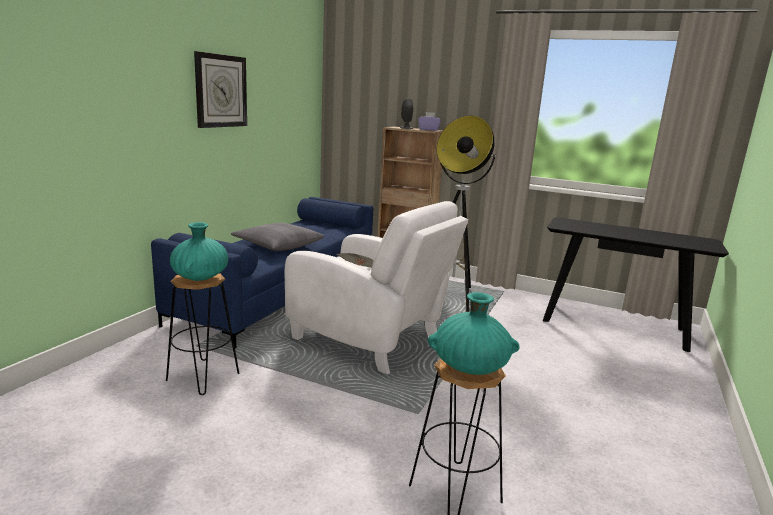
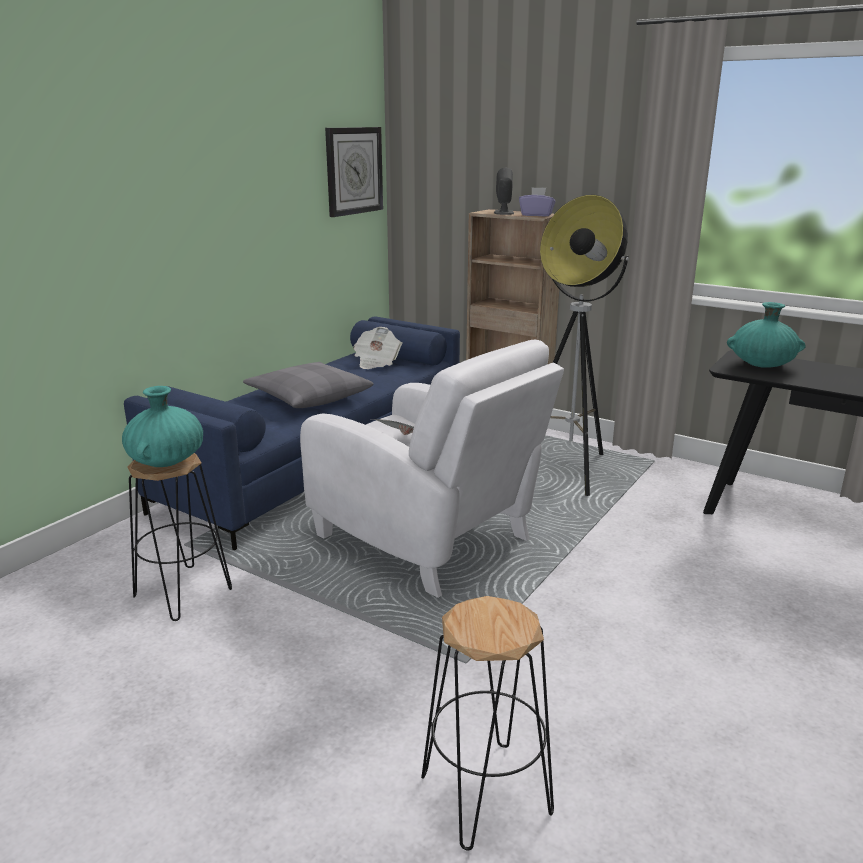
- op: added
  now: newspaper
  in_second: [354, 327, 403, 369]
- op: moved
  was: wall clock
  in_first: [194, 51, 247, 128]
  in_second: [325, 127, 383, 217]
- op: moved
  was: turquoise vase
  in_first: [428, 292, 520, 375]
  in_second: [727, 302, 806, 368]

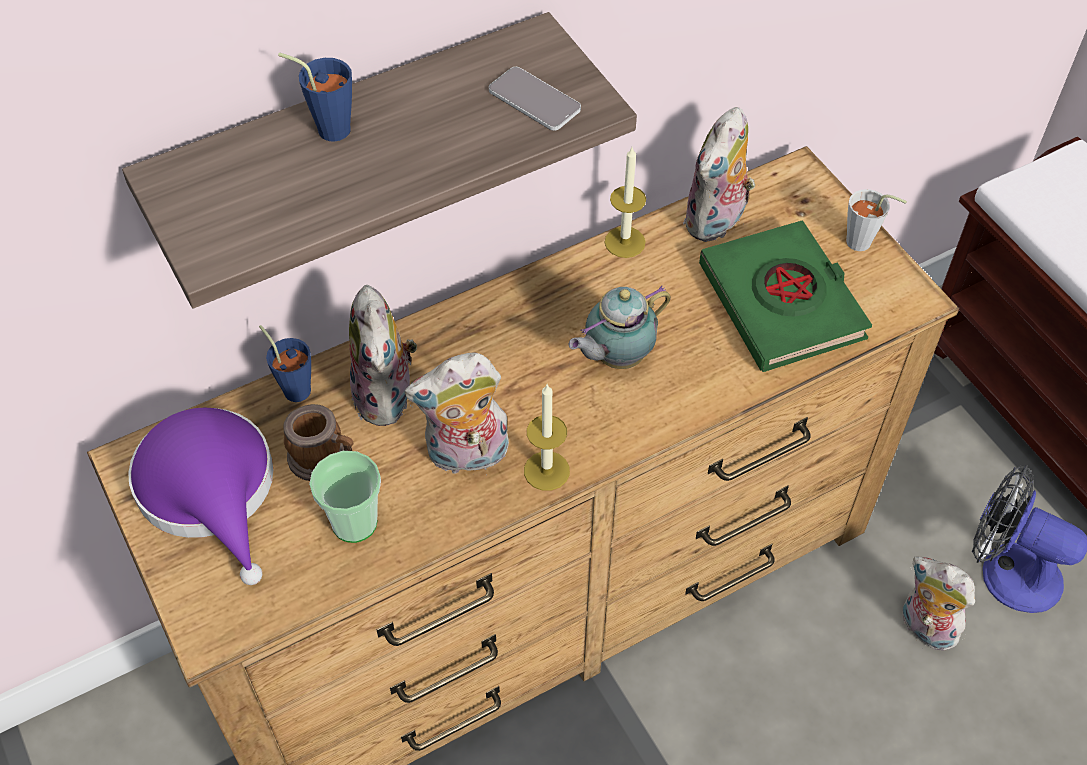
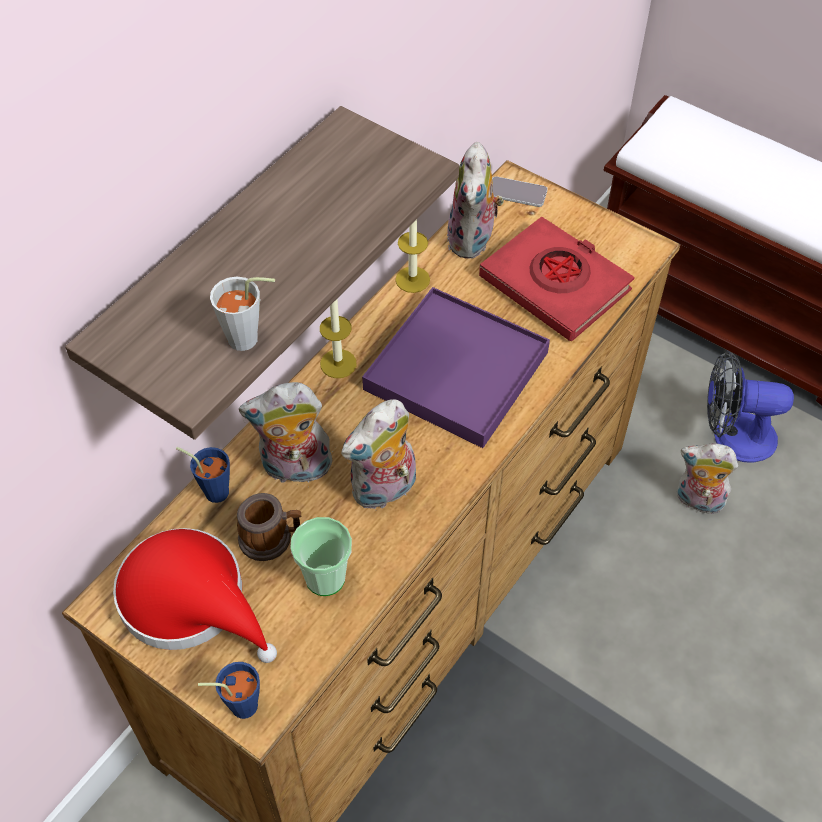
- op: moved
  was: blue cup
  in_first: [278, 53, 352, 141]
  in_second: [198, 662, 260, 719]
- op: moved
  was: phone
  in_first: [489, 67, 581, 131]
  in_second: [492, 176, 548, 207]
- op: moved
  was: candle
  in_first: [524, 385, 570, 491]
  in_second: [320, 299, 356, 378]
- op: moved
  was: grey cup
  in_first: [846, 189, 907, 251]
  in_second: [210, 277, 275, 351]
- op: replaced
  was: teapot
  now: purple tray
  in_first: [569, 286, 671, 369]
  in_second: [362, 287, 550, 448]
- op: recoloured
  was: purple hat
  now: red hat
  in_first: [128, 408, 273, 585]
  in_second: [113, 528, 277, 663]
- op: recoloured
  was: green book
  now: red book
  in_first: [699, 220, 872, 372]
  in_second: [479, 217, 635, 342]
- op: turned
  was: plush toy
  in_first: [349, 285, 417, 426]
  in_second: [239, 382, 332, 483]
  clockwise: 120

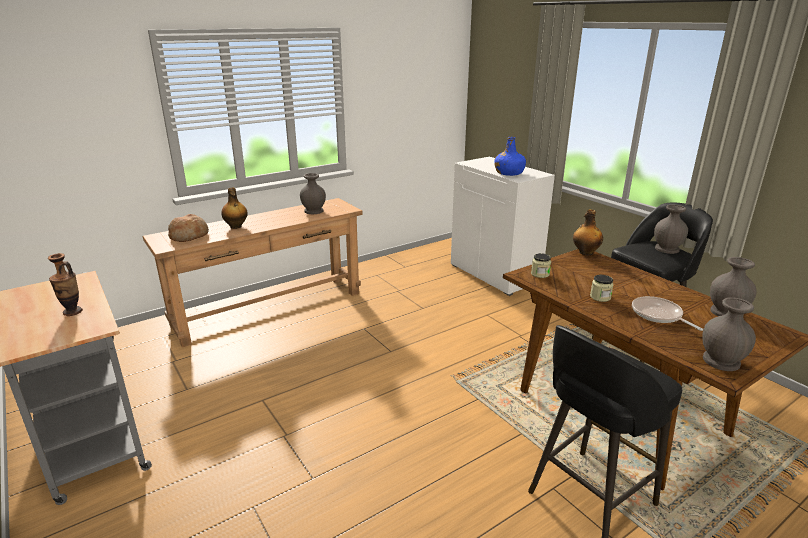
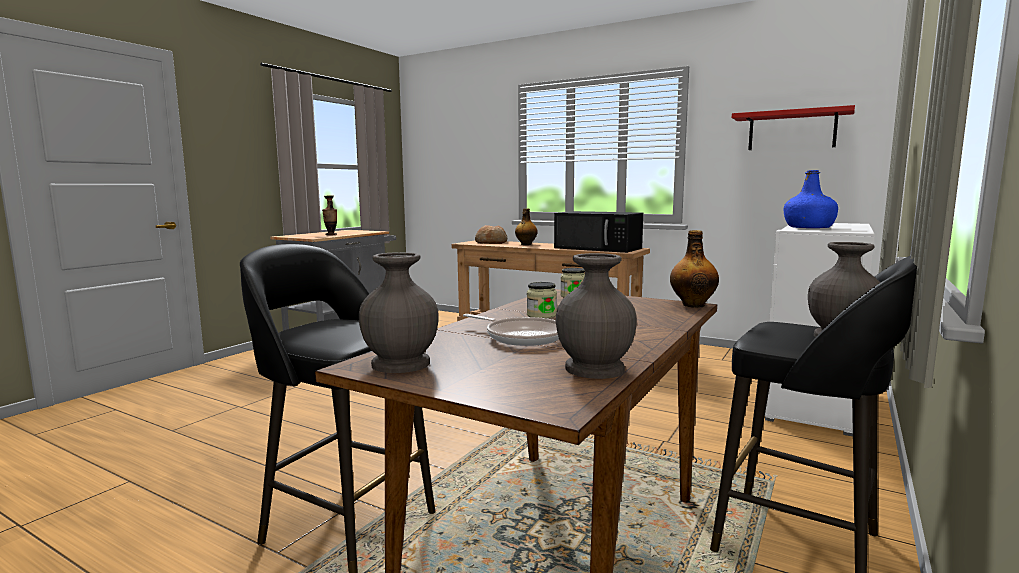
- op: added
  now: red shelf
  in_second: [732, 105, 855, 150]
- op: replaced
  was: grey vase
  now: black microwave
  in_first: [300, 173, 326, 214]
  in_second: [554, 211, 643, 253]
- op: turned
  was: frying pan
  in_first: [632, 296, 703, 331]
  in_second: [463, 314, 559, 346]
  clockwise: 90

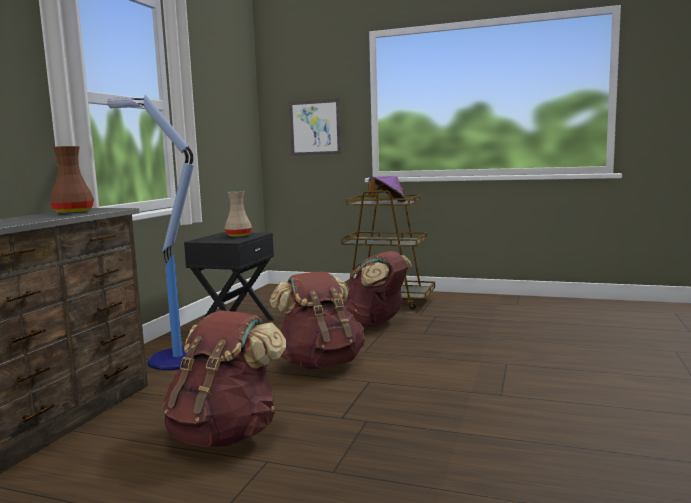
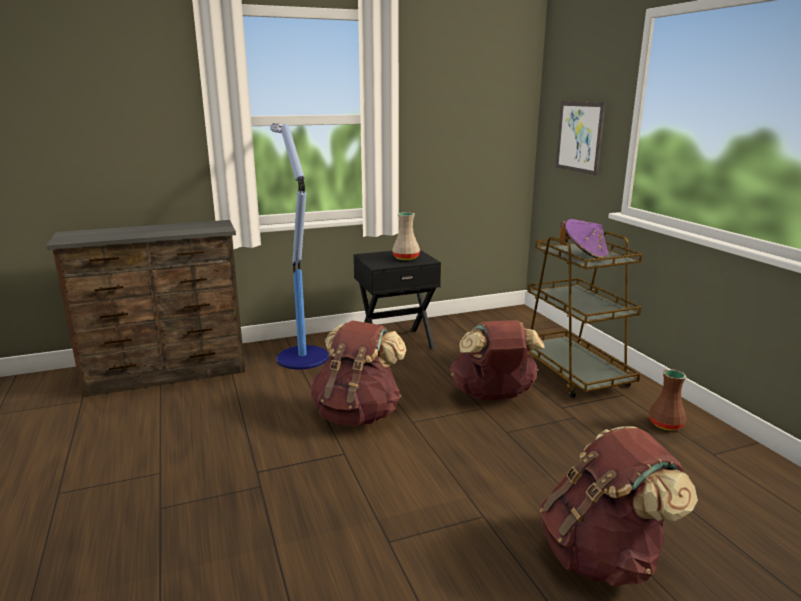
- op: moved
  was: brown vase
  in_first: [50, 146, 94, 213]
  in_second: [649, 369, 687, 431]
- op: moved
  was: brown backpack
  in_first: [162, 310, 286, 447]
  in_second: [540, 426, 698, 587]

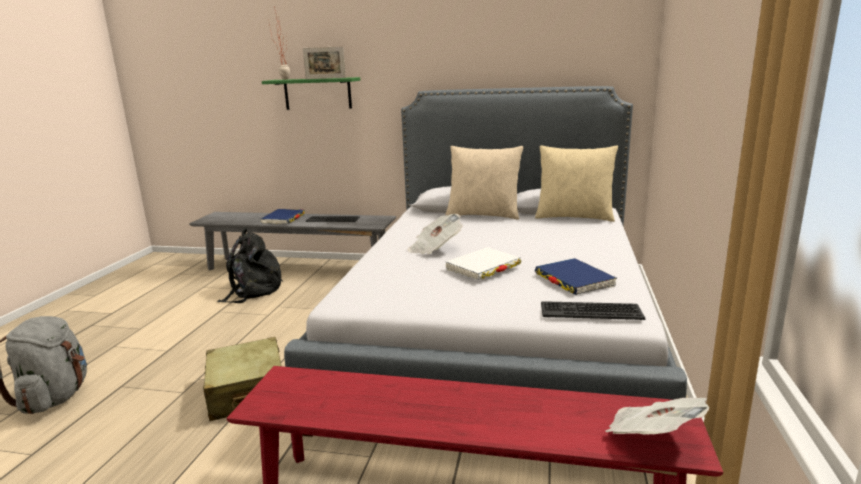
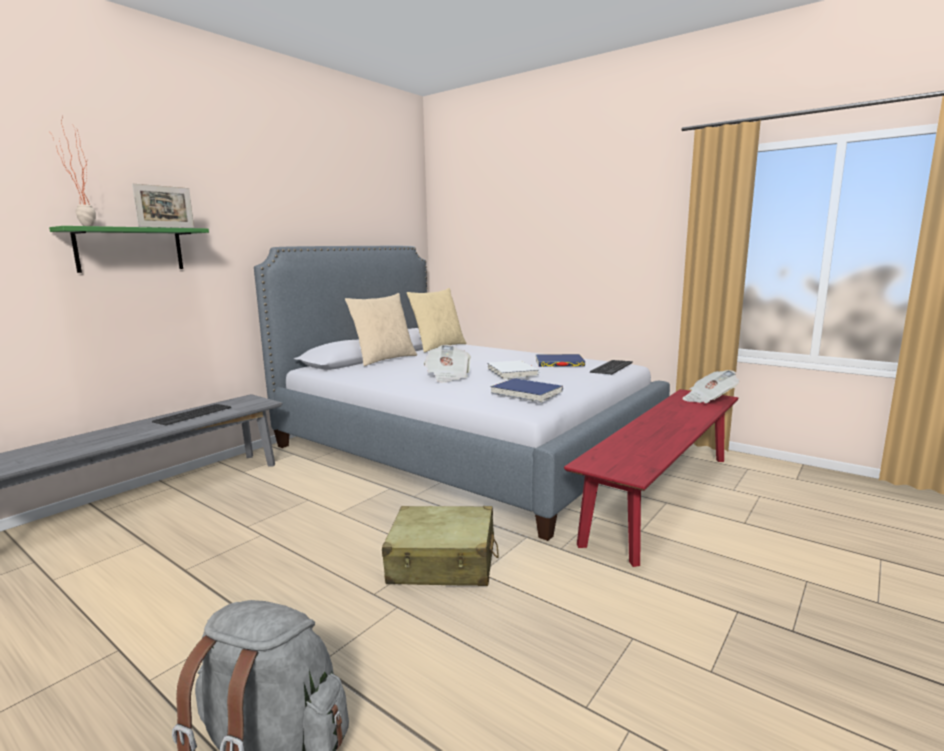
- op: removed
  was: black backpack
  in_first: [217, 227, 283, 303]
- op: moved
  was: blue book
  in_first: [261, 209, 305, 224]
  in_second: [490, 378, 563, 403]

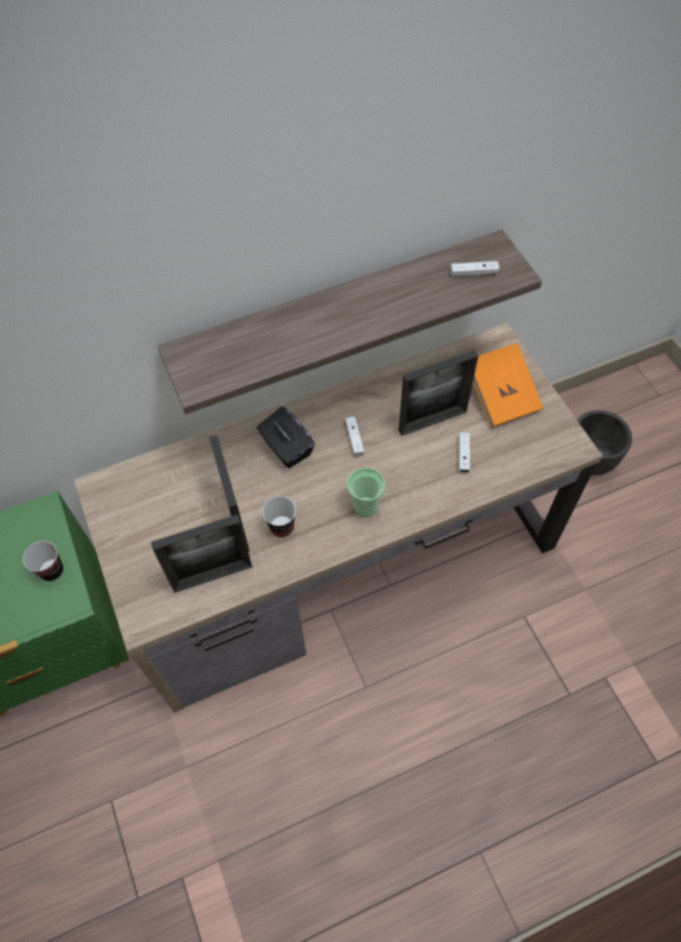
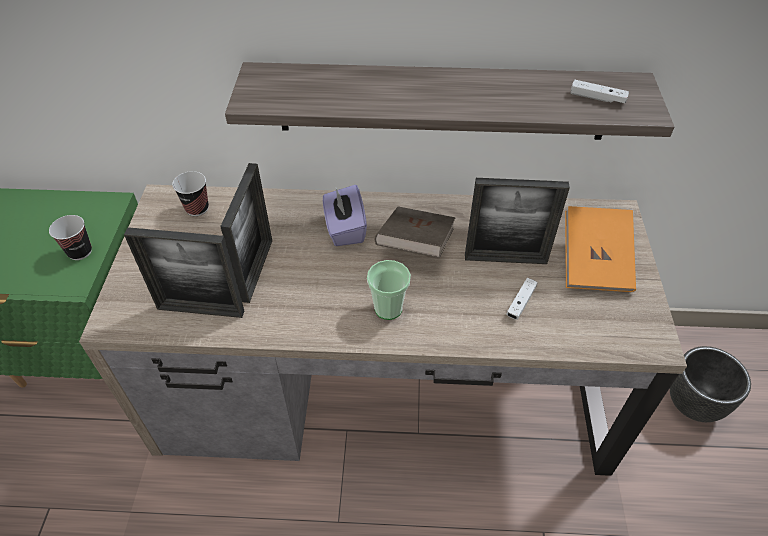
- op: moved
  was: cup
  in_first: [262, 496, 296, 537]
  in_second: [172, 171, 209, 216]
- op: replaced
  was: white game controller
  now: brown book
  in_first: [345, 417, 364, 457]
  in_second: [375, 206, 455, 258]
- op: recoloured
  was: black tissue box
  now: purple tissue box
  in_first: [257, 406, 315, 468]
  in_second: [323, 185, 367, 246]

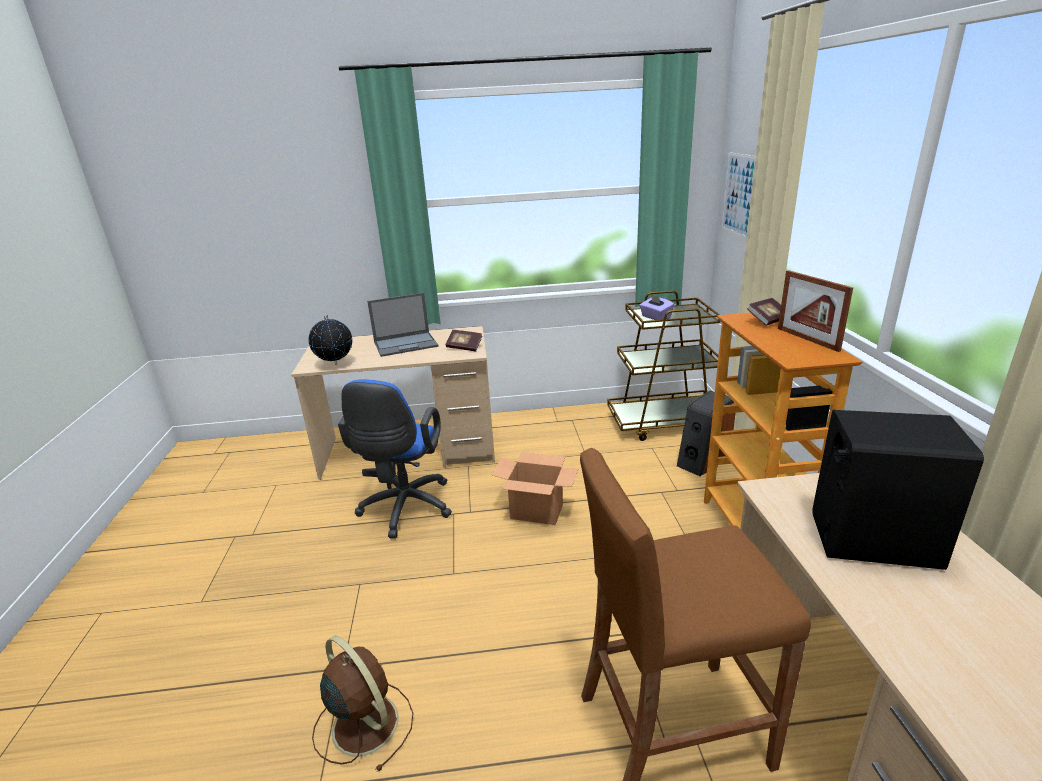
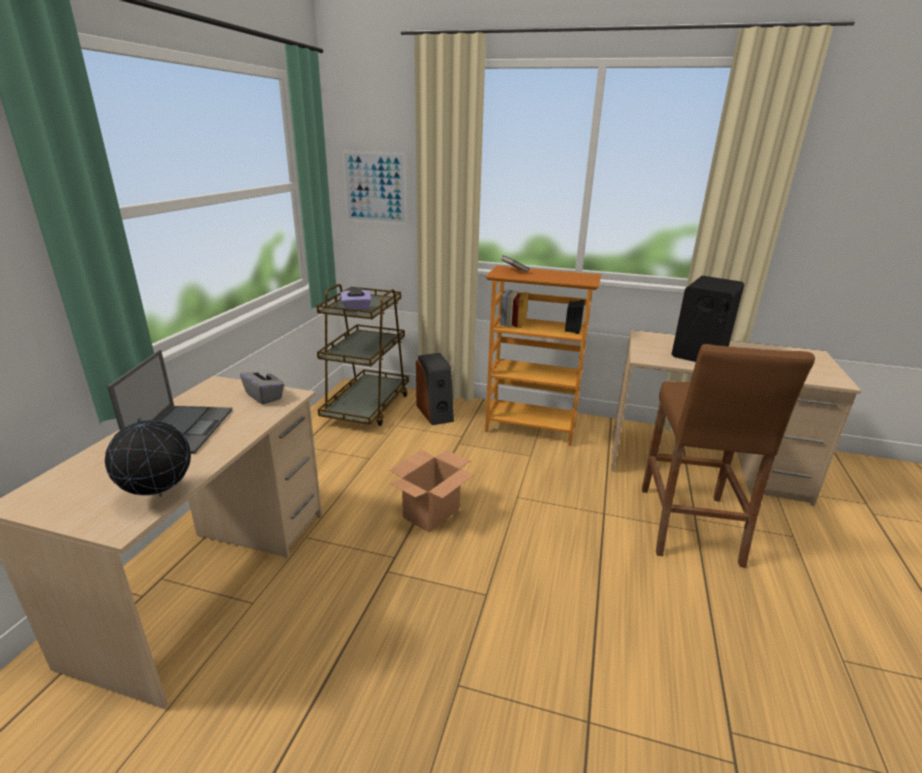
- op: removed
  was: brown fan
  in_first: [312, 636, 413, 772]
- op: removed
  was: blue office chair
  in_first: [338, 379, 452, 538]
- op: removed
  was: picture frame
  in_first: [778, 270, 853, 352]
- op: replaced
  was: book
  now: grey tissue box
  in_first: [445, 330, 482, 351]
  in_second: [240, 363, 284, 405]

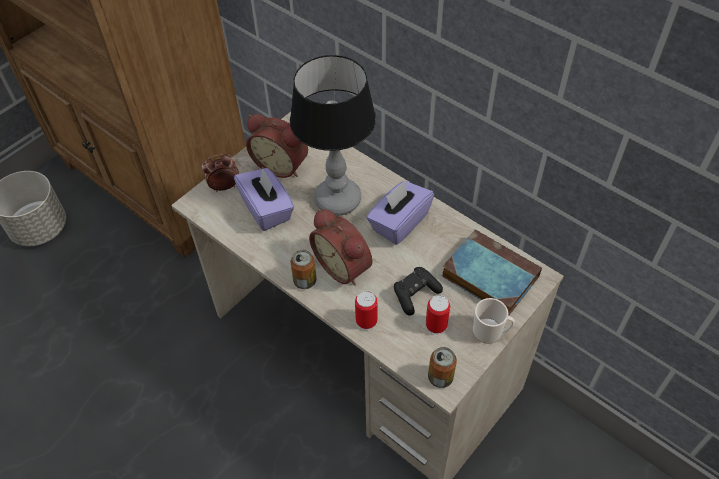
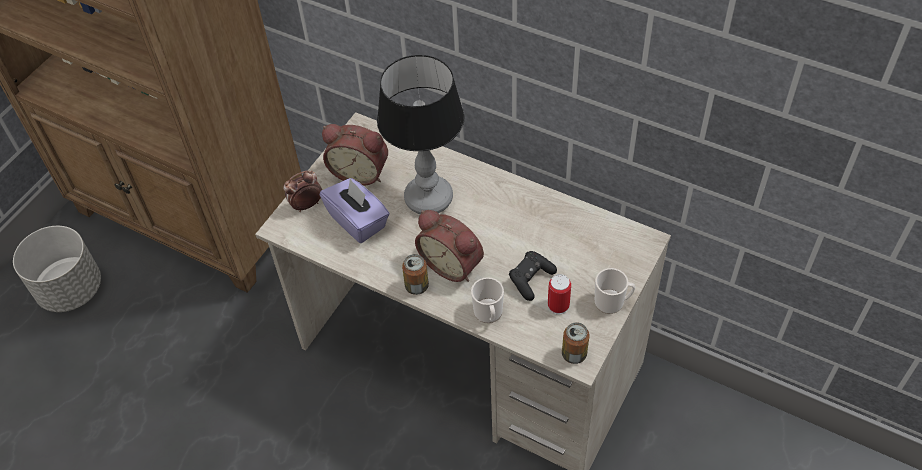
- op: removed
  was: purple tissue box
  in_first: [366, 181, 434, 245]
- op: removed
  was: book
  in_first: [442, 229, 542, 316]
- op: replaced
  was: can
  now: mug
  in_first: [355, 291, 378, 330]
  in_second: [471, 277, 504, 323]

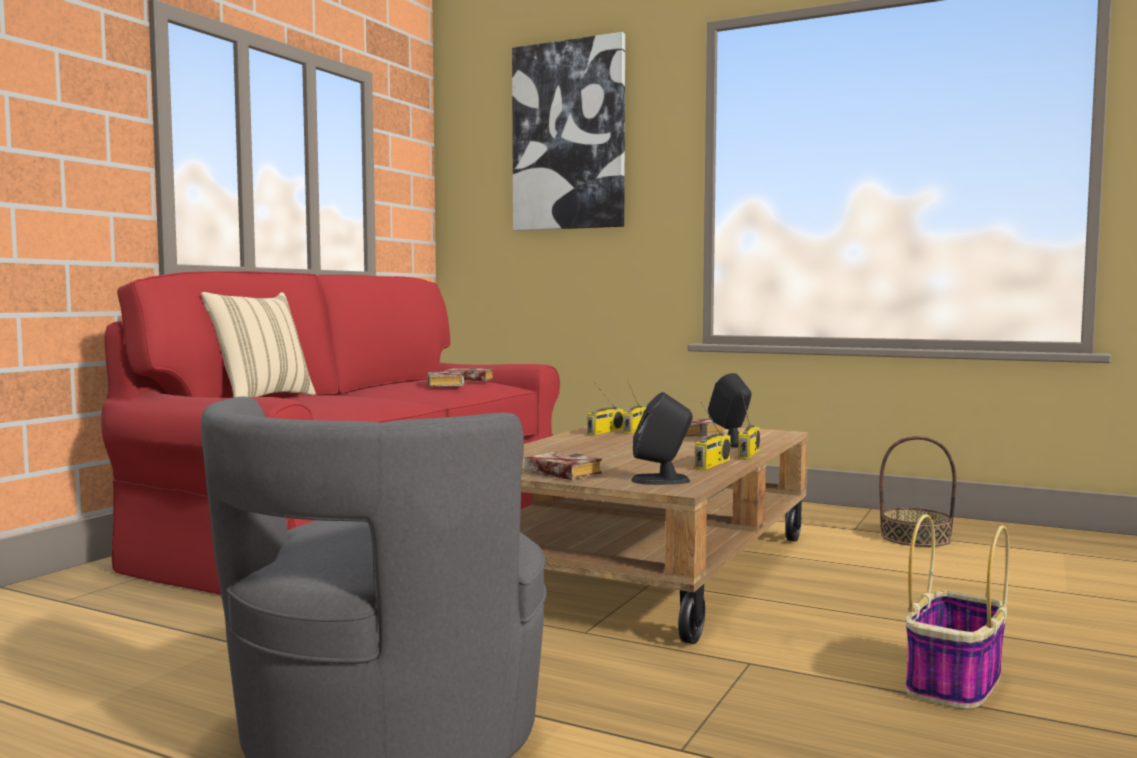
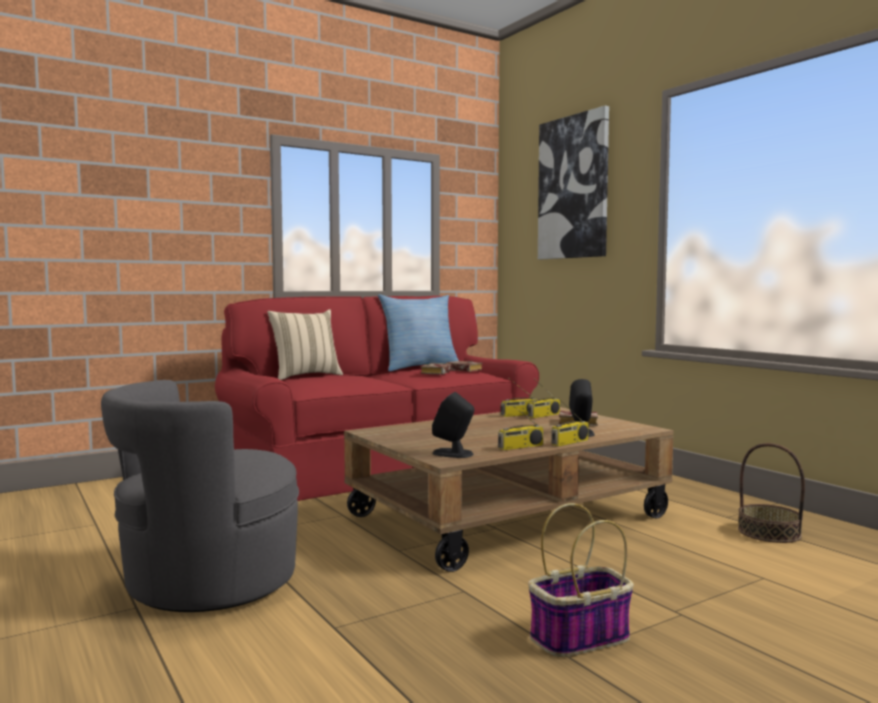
- op: removed
  was: book
  in_first: [525, 452, 602, 480]
- op: added
  now: pillow
  in_second: [378, 294, 459, 371]

